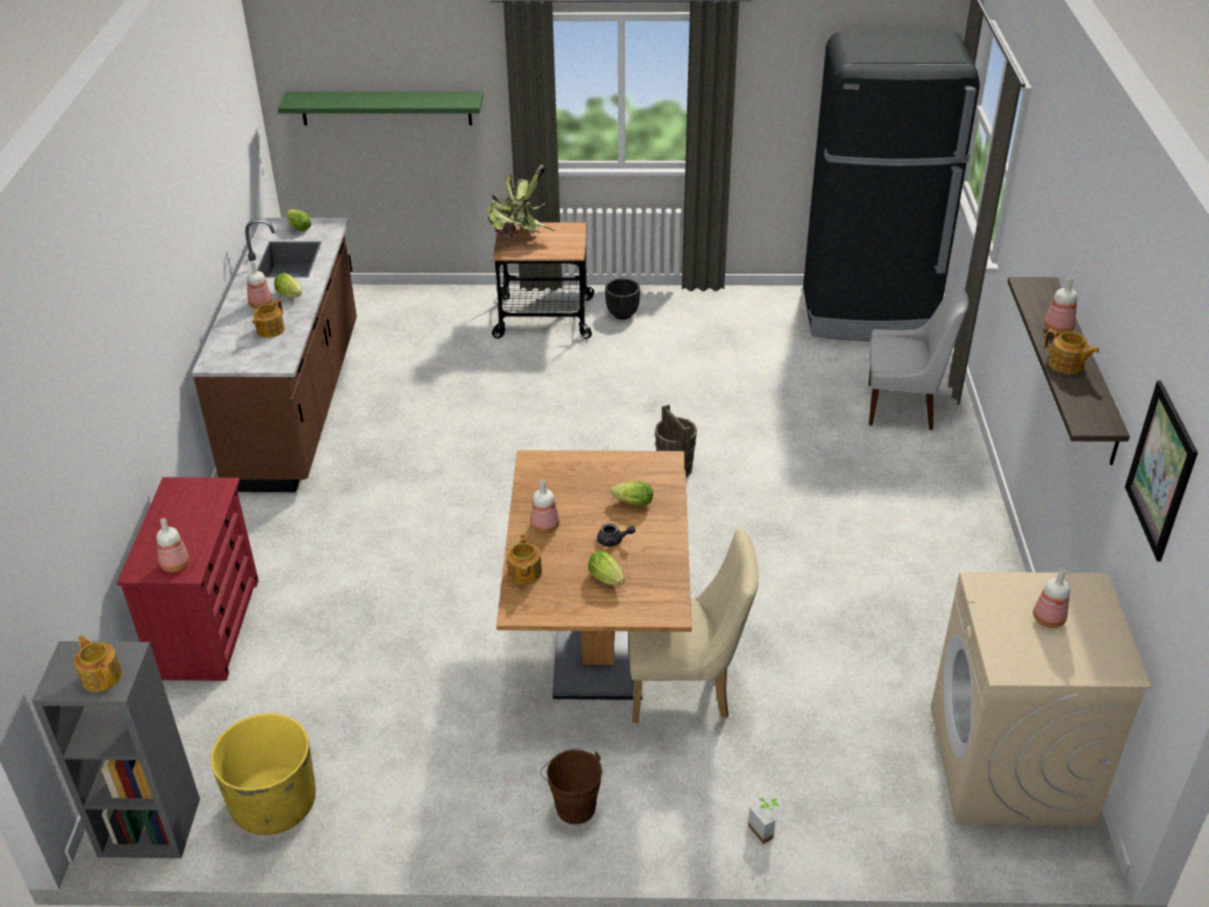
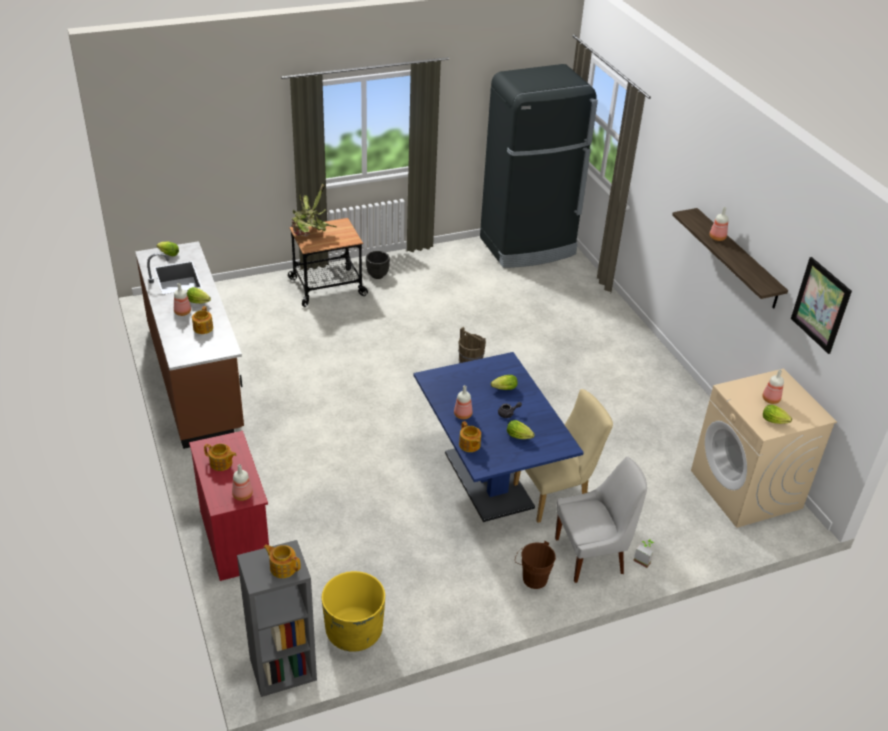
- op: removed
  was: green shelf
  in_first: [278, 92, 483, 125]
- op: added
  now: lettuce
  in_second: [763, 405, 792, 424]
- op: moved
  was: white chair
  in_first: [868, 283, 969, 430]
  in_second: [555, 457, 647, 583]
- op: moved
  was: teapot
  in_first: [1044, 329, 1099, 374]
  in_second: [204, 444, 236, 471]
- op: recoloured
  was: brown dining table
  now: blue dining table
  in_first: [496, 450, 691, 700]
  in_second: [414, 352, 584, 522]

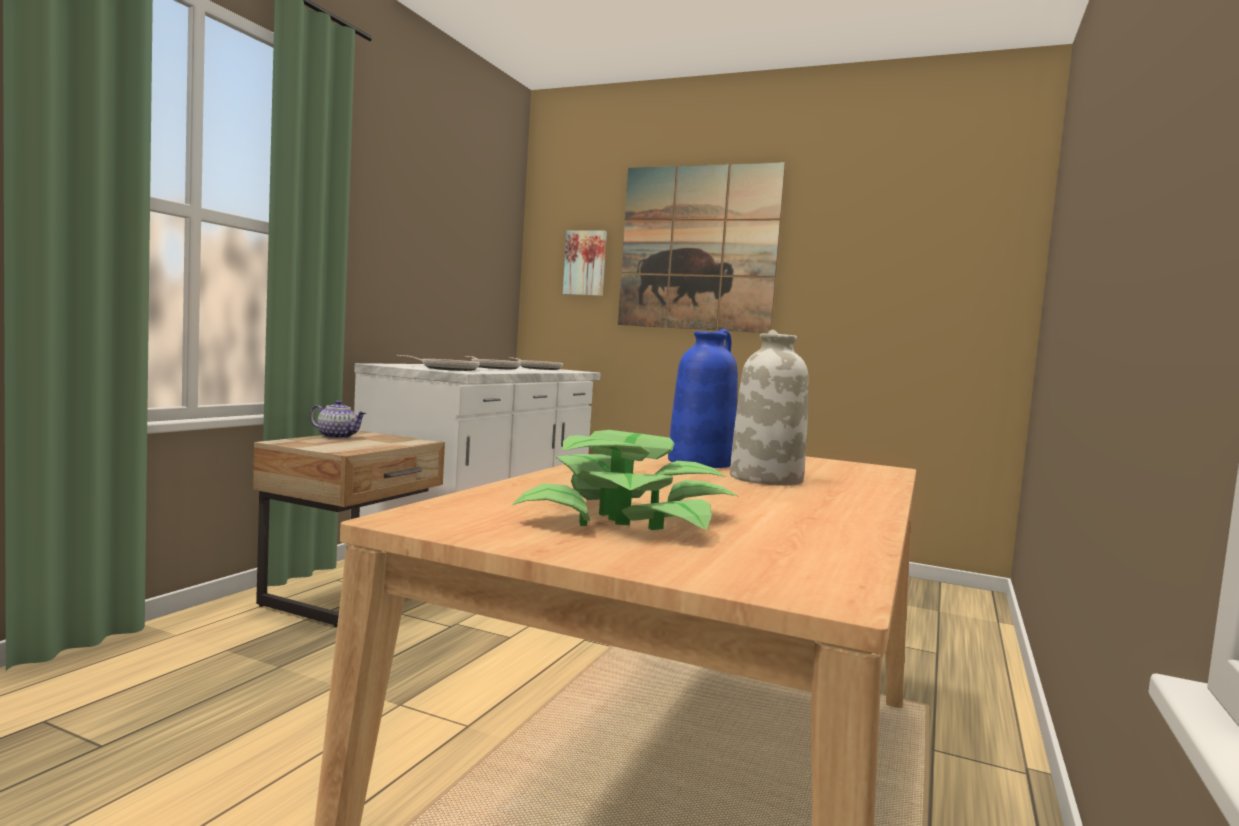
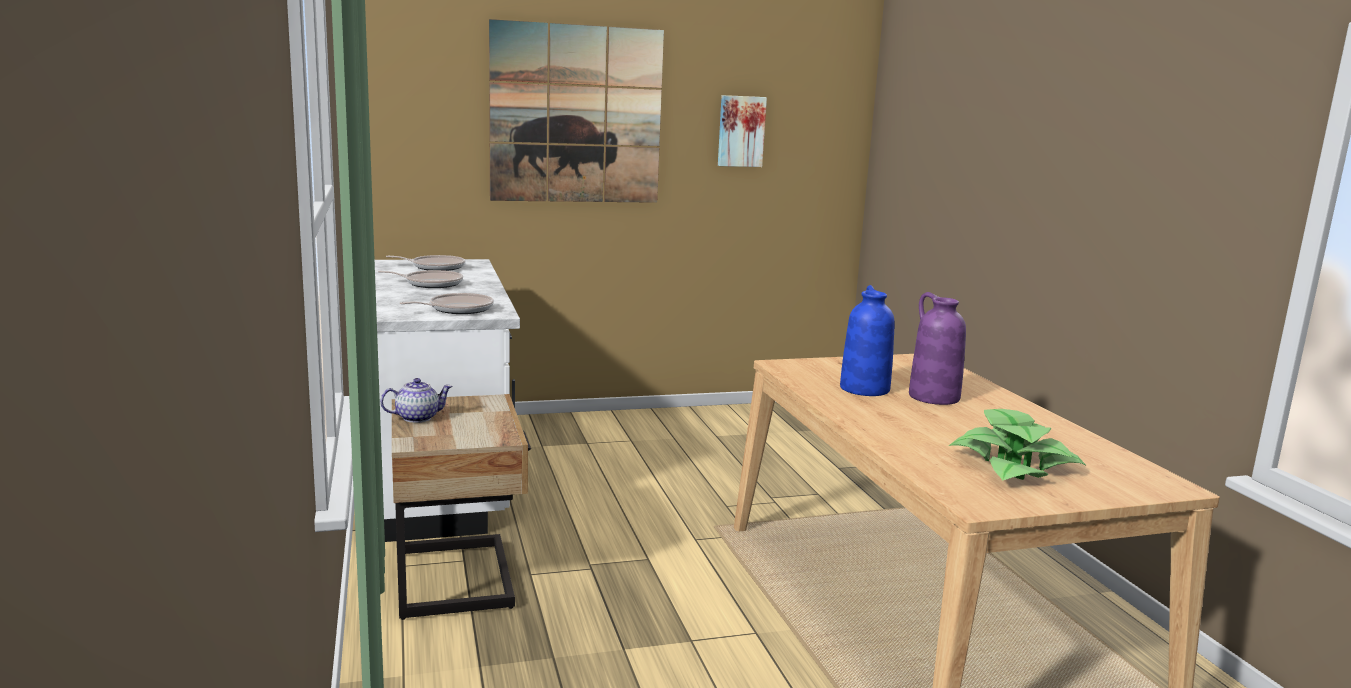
- op: moved
  was: picture
  in_first: [563, 230, 607, 296]
  in_second: [718, 95, 767, 167]
- op: recoloured
  was: white vase
  now: purple vase
  in_first: [730, 330, 809, 486]
  in_second: [909, 292, 966, 405]

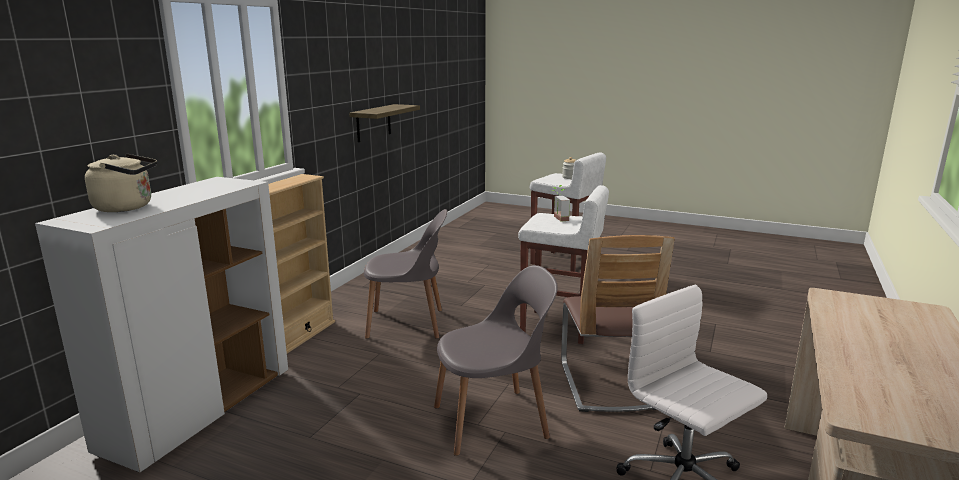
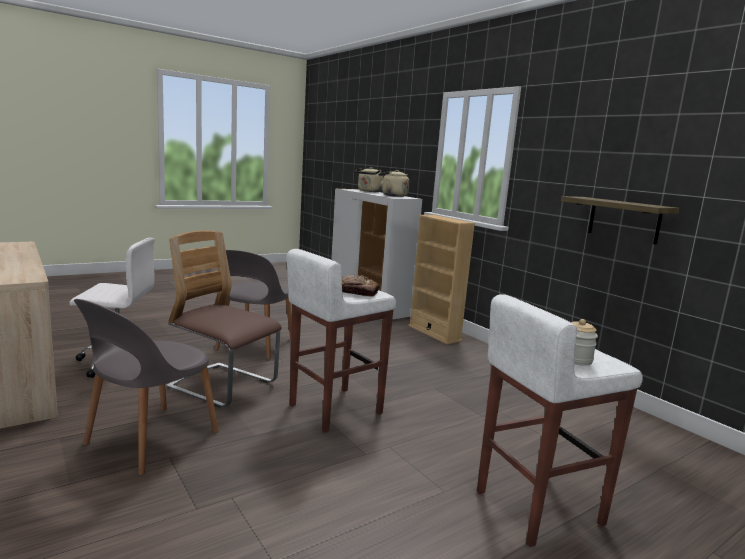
- op: added
  now: beige kettle
  in_second: [378, 170, 409, 197]
- op: moved
  was: grey chair
  in_first: [364, 209, 447, 339]
  in_second: [74, 299, 219, 475]
- op: replaced
  was: potted plant
  now: bread
  in_first: [552, 185, 570, 221]
  in_second: [342, 275, 379, 297]

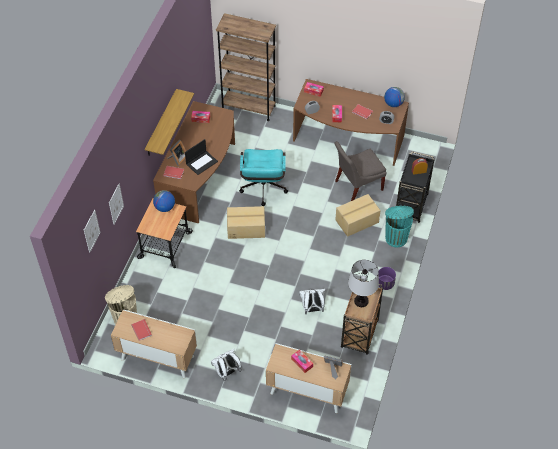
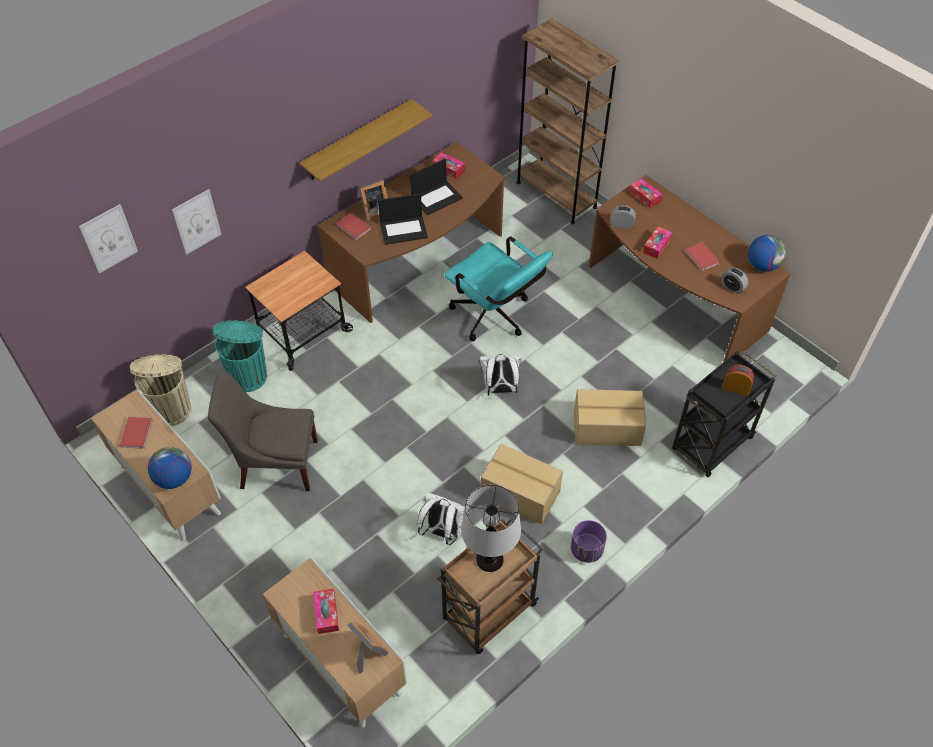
- op: added
  now: laptop
  in_second: [410, 159, 463, 215]
- op: moved
  was: globe
  in_first: [153, 190, 175, 212]
  in_second: [148, 447, 192, 489]
- op: moved
  was: white backpack
  in_first: [211, 349, 242, 381]
  in_second: [479, 354, 522, 396]
- op: moved
  was: cardboard box
  in_first: [227, 206, 265, 239]
  in_second: [481, 444, 563, 524]
- op: moved
  was: grey chair
  in_first: [335, 141, 386, 201]
  in_second: [208, 370, 318, 491]
- op: moved
  was: turquoise trash can
  in_first: [385, 206, 414, 247]
  in_second: [213, 320, 267, 392]
- op: turned
  was: turquoise office chair
  in_first: [239, 149, 288, 206]
  in_second: [444, 237, 553, 341]
  clockwise: -75

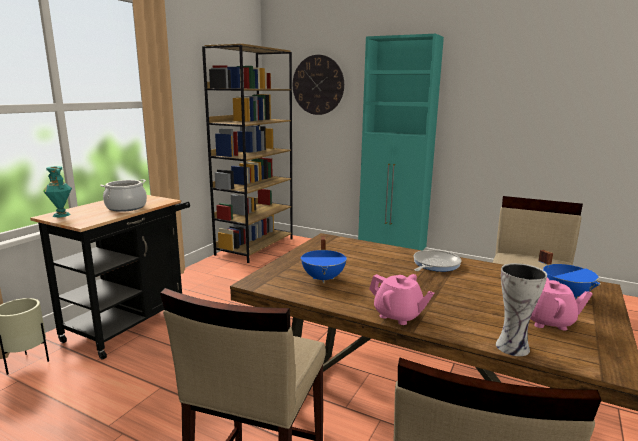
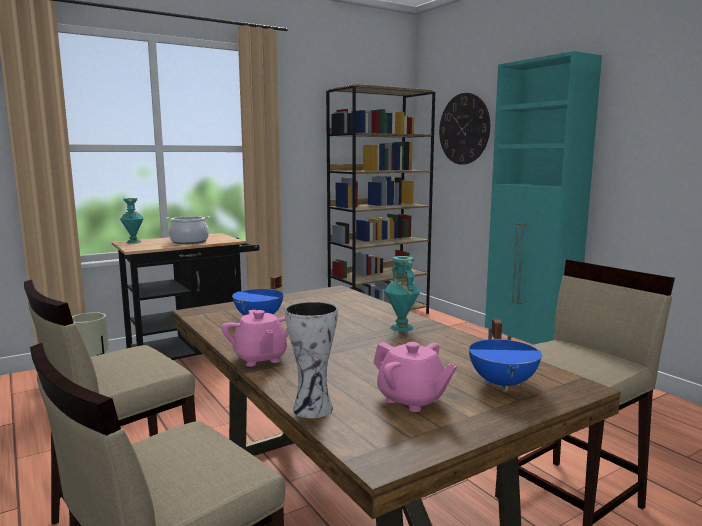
- op: replaced
  was: frying pan
  now: turquoise vase
  in_first: [413, 250, 462, 272]
  in_second: [384, 256, 421, 332]

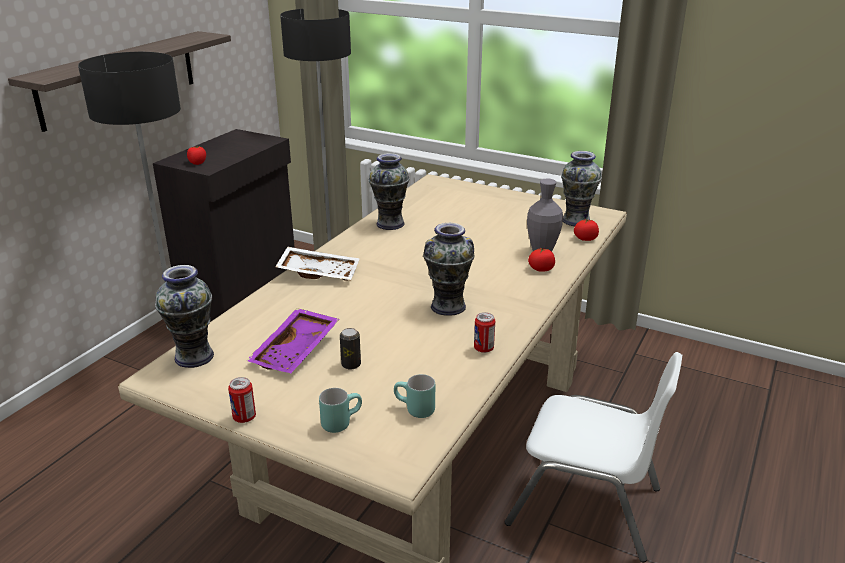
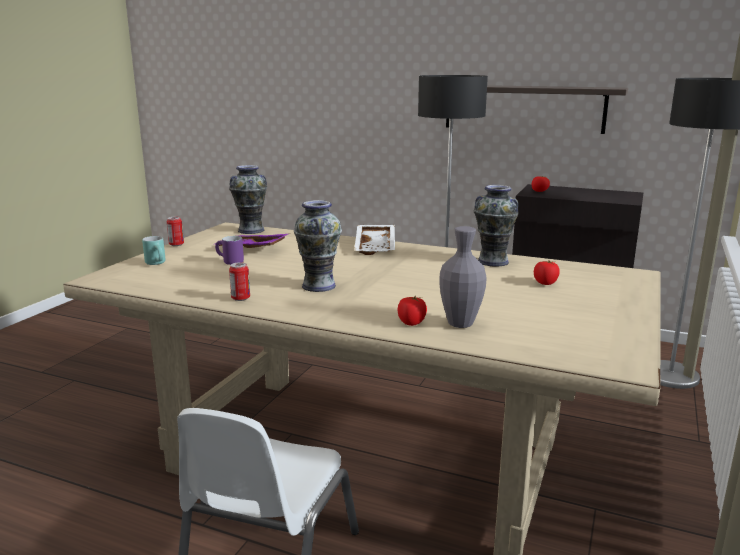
- op: removed
  was: turquoise mug
  in_first: [394, 374, 435, 418]
- op: removed
  was: vase
  in_first: [561, 151, 602, 226]
- op: moved
  was: tomato
  in_first: [574, 219, 599, 241]
  in_second: [534, 260, 560, 285]
- op: replaced
  was: can
  now: purple mug
  in_first: [340, 328, 361, 369]
  in_second: [215, 236, 244, 265]

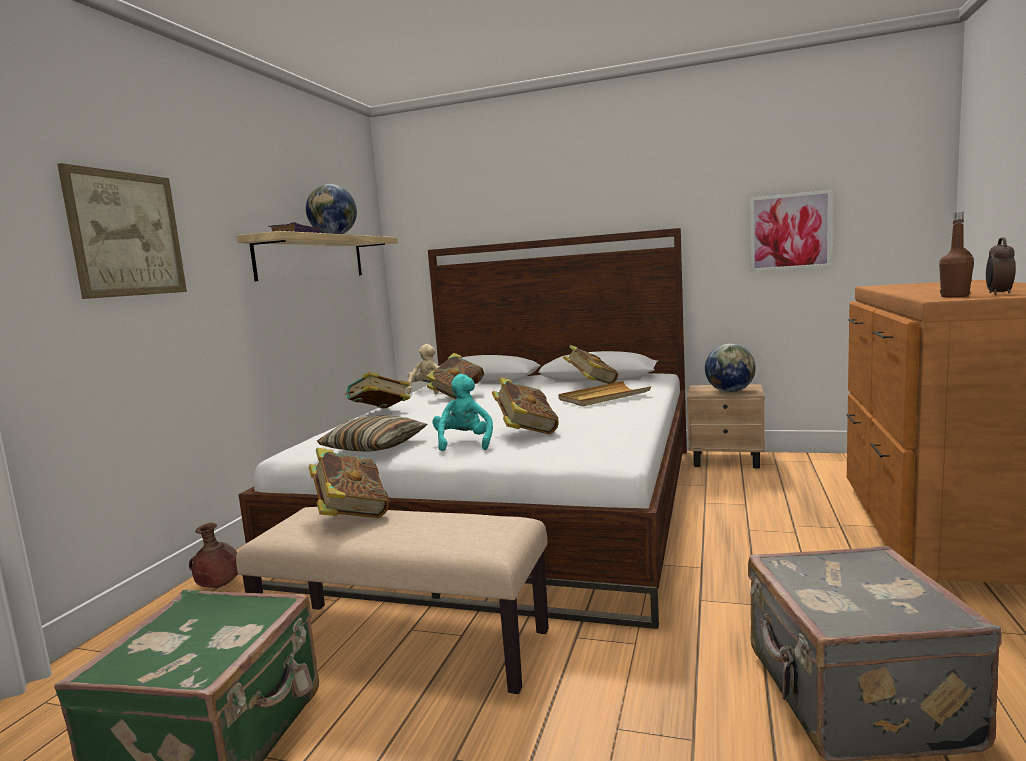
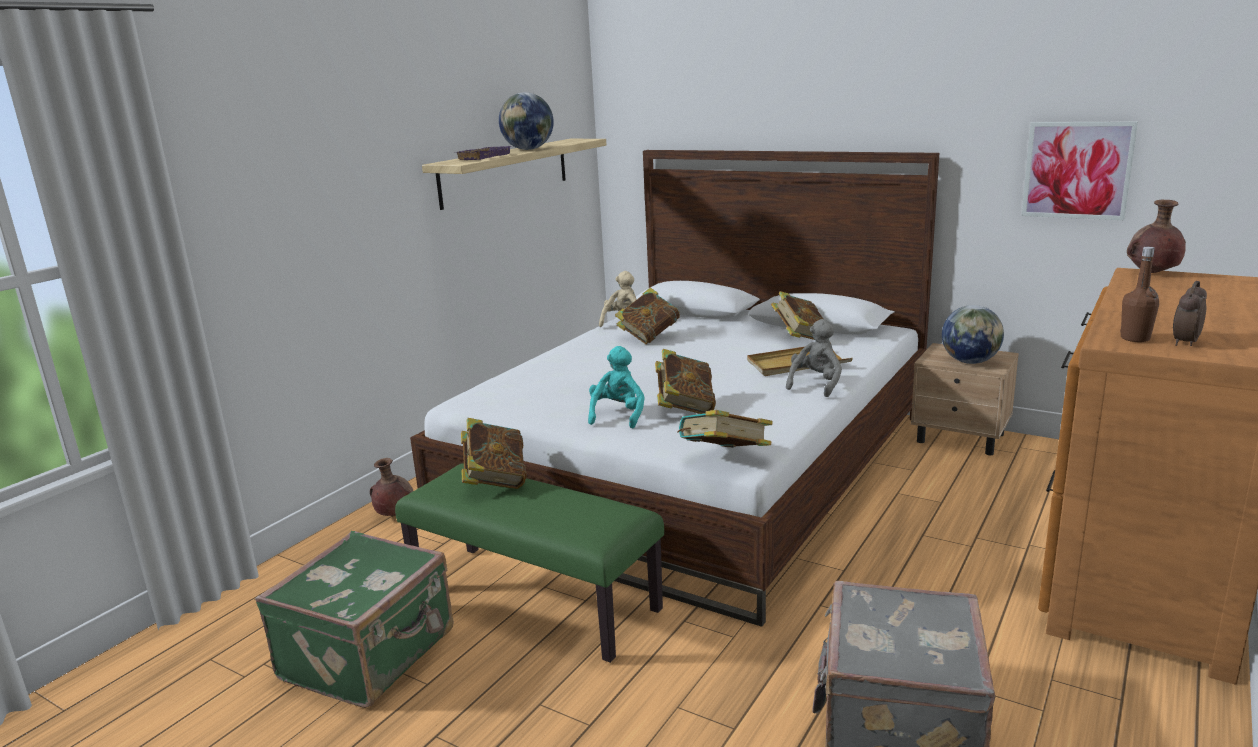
- op: removed
  was: picture
  in_first: [57, 163, 187, 299]
- op: removed
  was: pillow
  in_first: [317, 415, 428, 451]
- op: added
  now: grey plush toy
  in_second: [786, 319, 842, 397]
- op: added
  now: brown vase
  in_second: [1127, 199, 1186, 273]
- op: moved
  was: book
  in_first: [345, 372, 410, 408]
  in_second: [677, 410, 773, 448]
- op: recoloured
  was: beige bench
  now: green bench
  in_first: [236, 507, 549, 694]
  in_second: [395, 463, 664, 663]

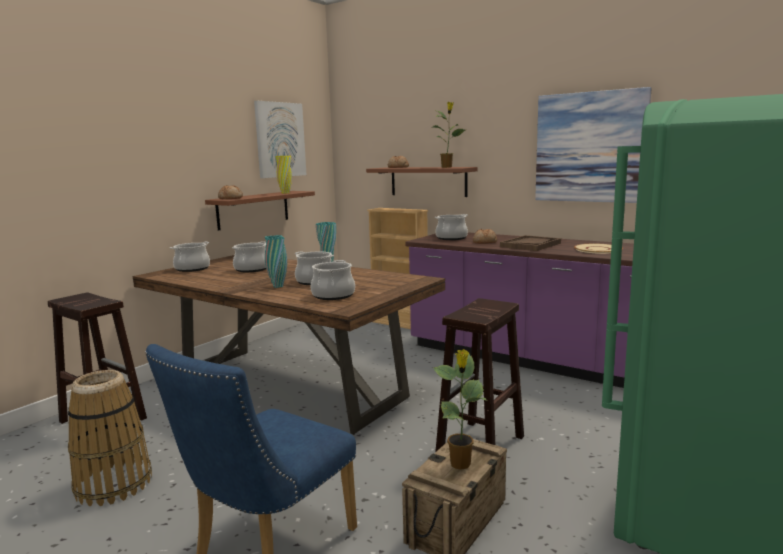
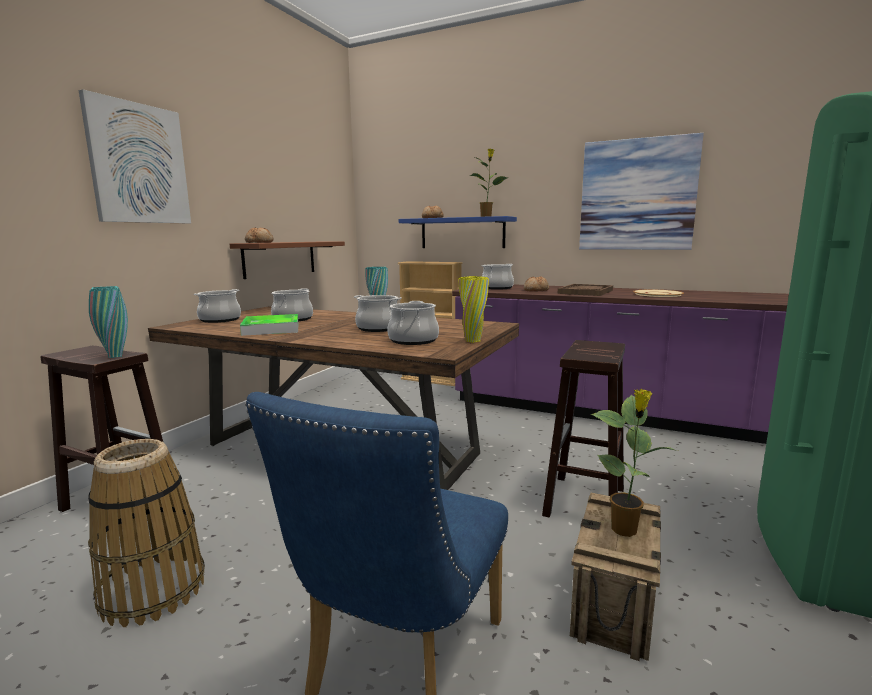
- op: added
  now: tray
  in_second: [240, 314, 299, 336]
- op: moved
  was: picture
  in_first: [254, 101, 306, 178]
  in_second: [78, 89, 191, 223]
- op: moved
  was: turquoise vase
  in_first: [265, 235, 287, 288]
  in_second: [89, 286, 128, 358]
- op: moved
  was: yellow vase
  in_first: [275, 156, 292, 194]
  in_second: [458, 276, 489, 343]
- op: recoloured
  was: brown shelf
  now: blue shelf
  in_first: [366, 167, 478, 197]
  in_second: [399, 216, 517, 248]

